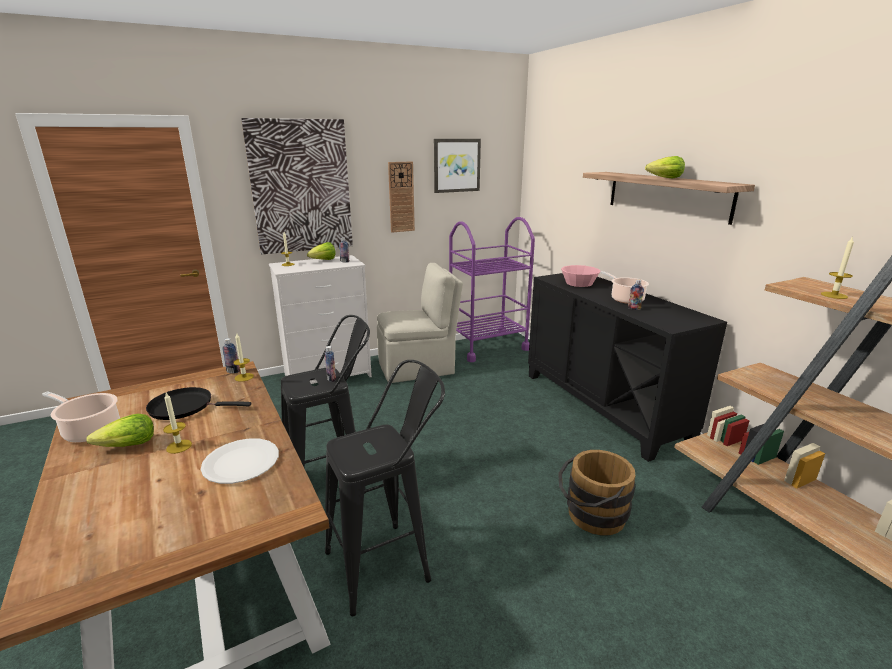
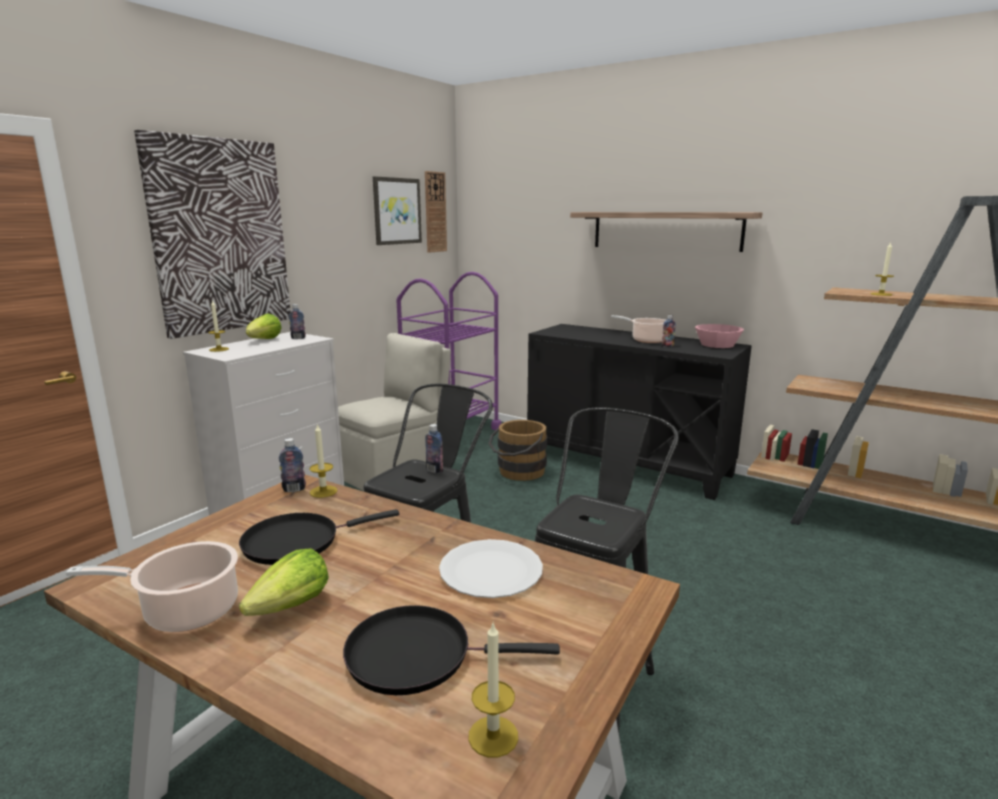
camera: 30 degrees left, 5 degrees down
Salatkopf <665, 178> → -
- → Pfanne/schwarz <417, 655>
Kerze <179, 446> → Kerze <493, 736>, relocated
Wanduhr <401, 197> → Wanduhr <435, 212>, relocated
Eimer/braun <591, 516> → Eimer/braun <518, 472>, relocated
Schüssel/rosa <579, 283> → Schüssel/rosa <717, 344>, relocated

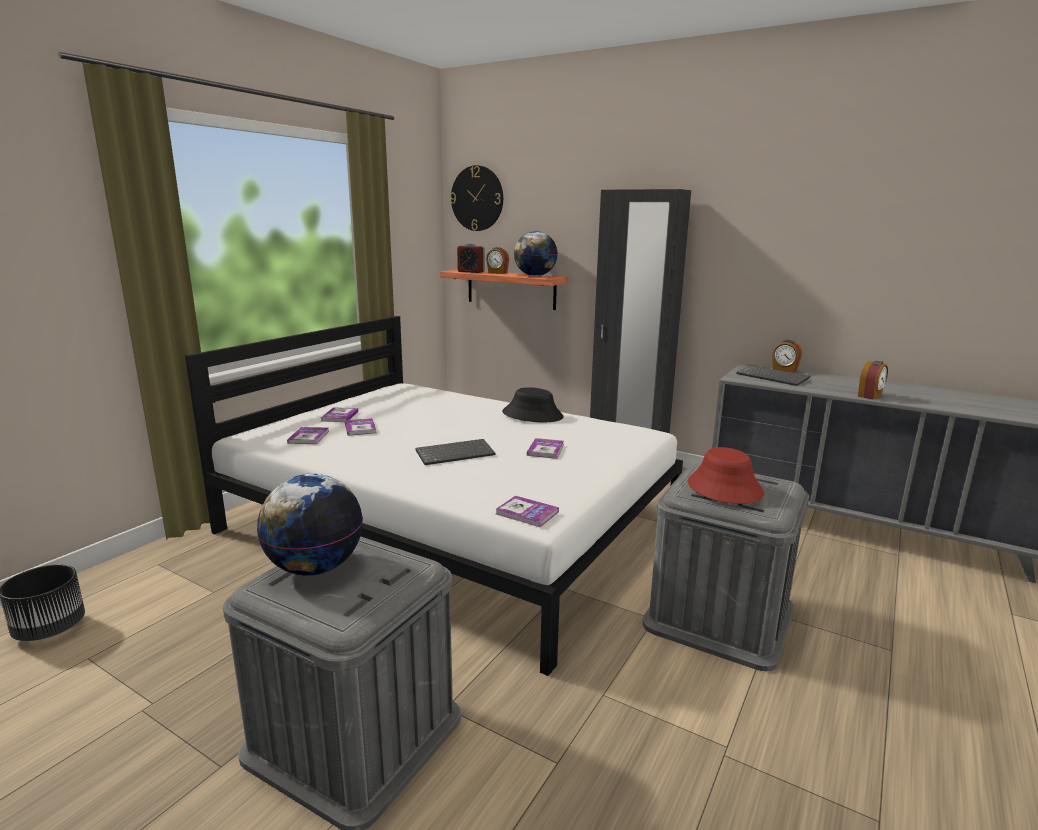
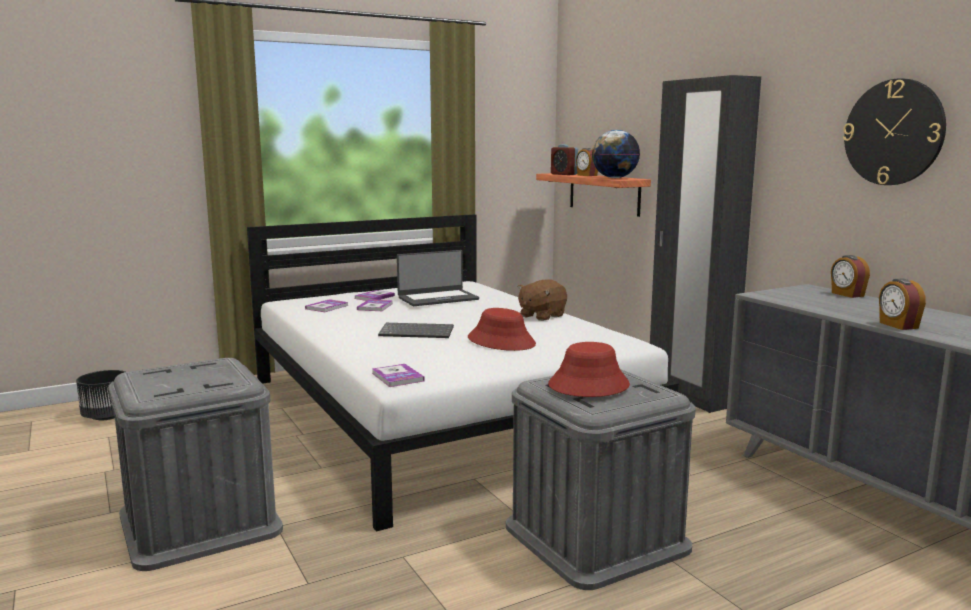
camera: 30 degrees right, 5 degrees down
Globus <315, 567> → -
Tastatur <773, 377> → -
- → Laptop <437, 298>
Wanduhr <477, 198> → Wanduhr <893, 132>, relocated
Hut/schwarz <532, 415> → Plüschtier/braun <541, 316>
Buch <545, 450> → Hut/rot <501, 341>
Wecker <870, 396> → Wecker <898, 325>, 90 degrees clockwise

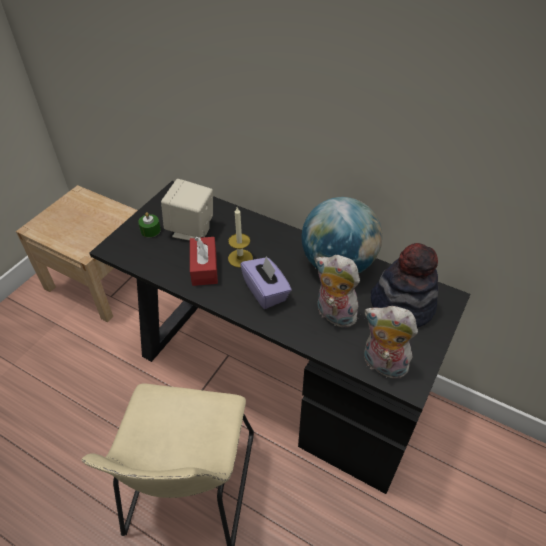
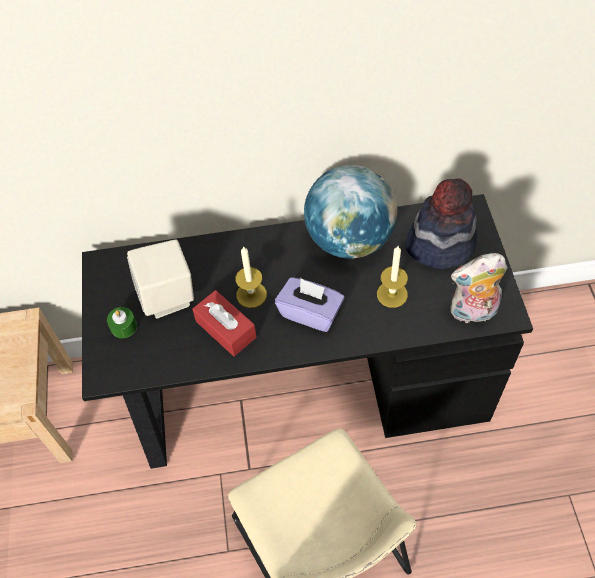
camera: 35 degrees left, 10 degrees up
Plüschtier <333, 315> → Kerze <392, 294>

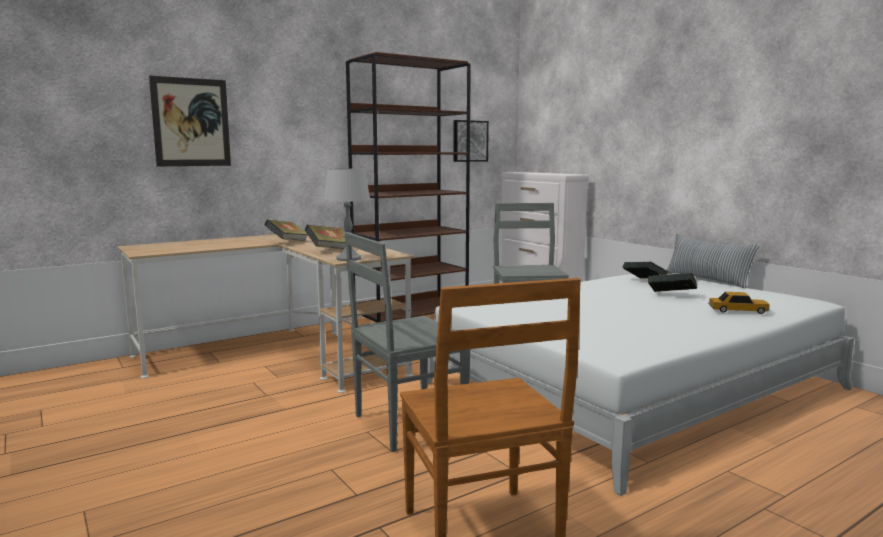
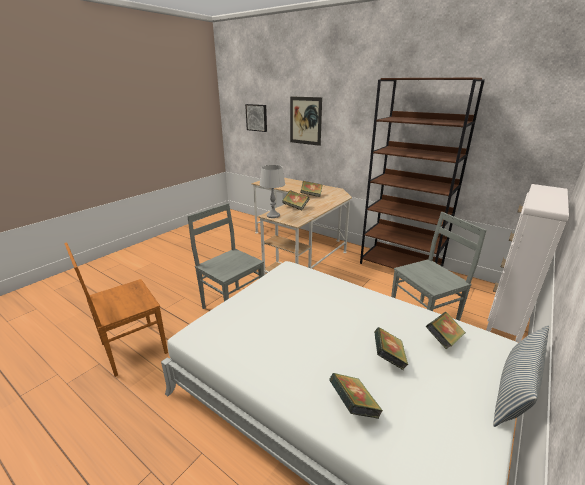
camera: 70 degrees right, 15 degrees up
Bild <469, 141> → Bild <257, 117>, relocated
Spielzeugauto <738, 310> → Buch <353, 406>

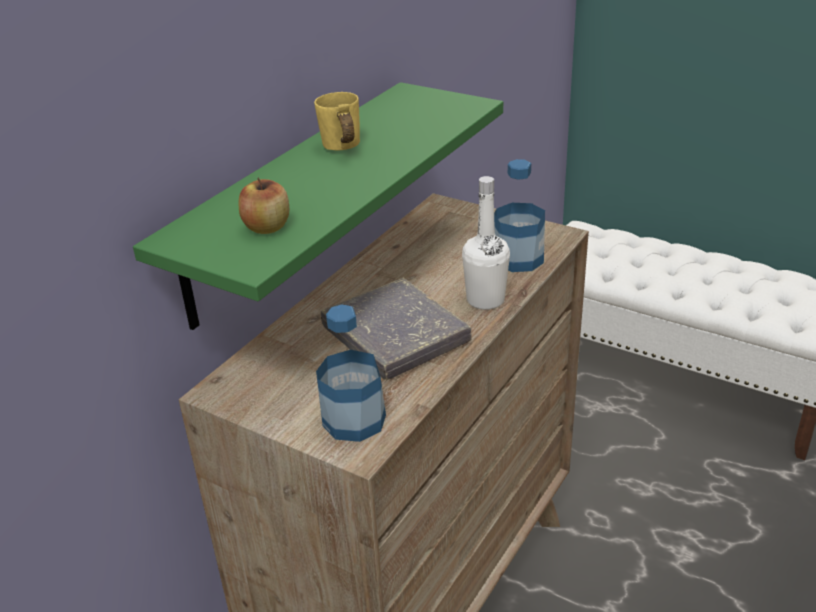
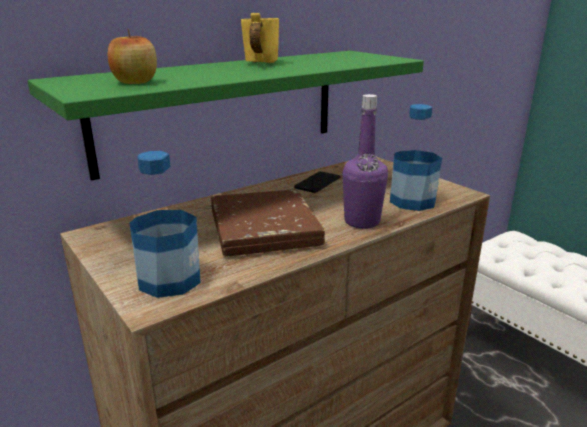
camera: 20 degrees right, 10 degrees down
- → Handy <317, 183>
Buch/grau <395, 335> → Buch/braun <264, 229>
Flasche/weiß <485, 300> → Flasche/lila <362, 222>

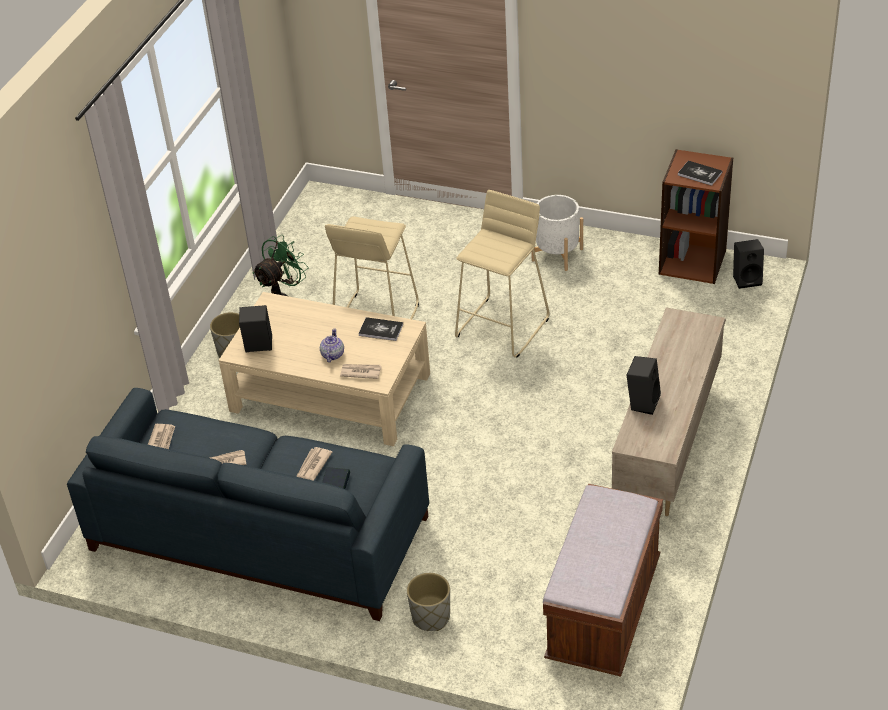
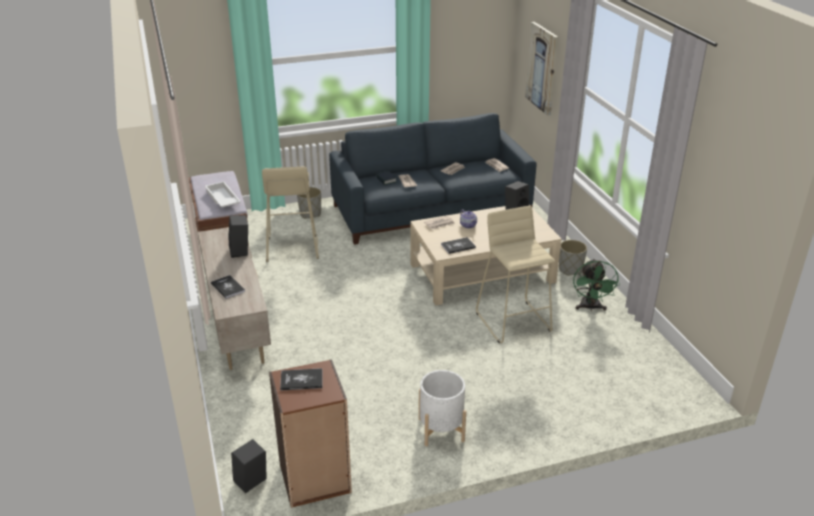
camera: 140 degrees right, 10 degrees down
- → Tablett/weiß <222, 199>
- → Buch <228, 287>
- → Bild <542, 68>
Hocker/beige <502, 327> → Hocker/beige <292, 248>, relocated

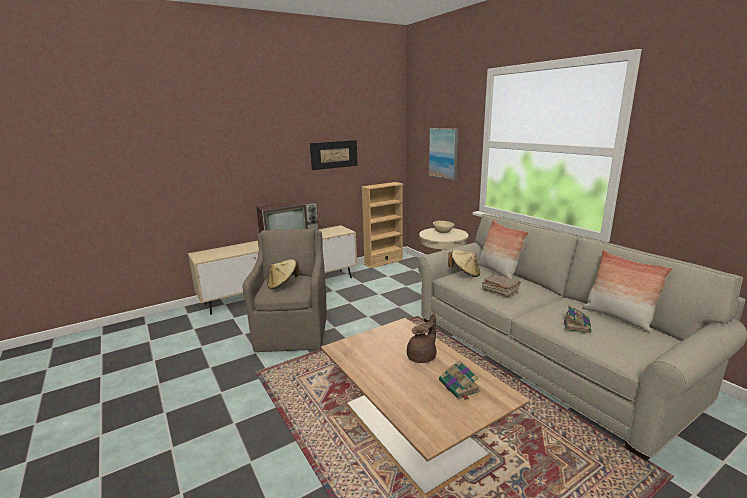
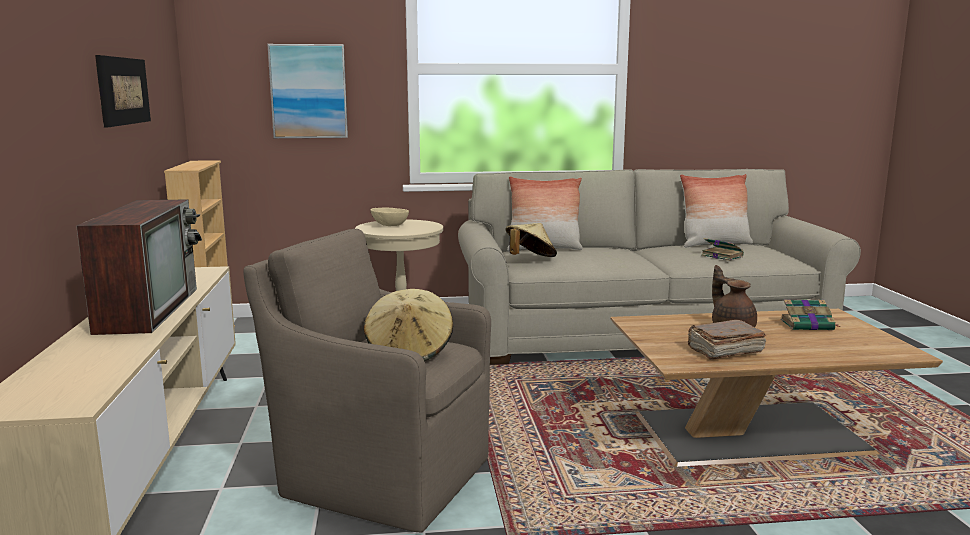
camera: 65 degrees left, 5 degrees down
Buch/braun <500, 291> → Buch/braun <724, 351>, relocated

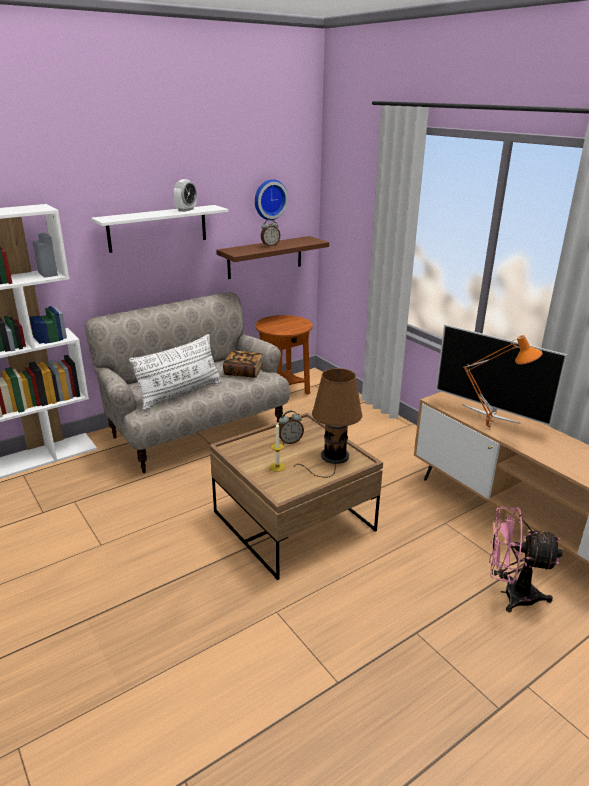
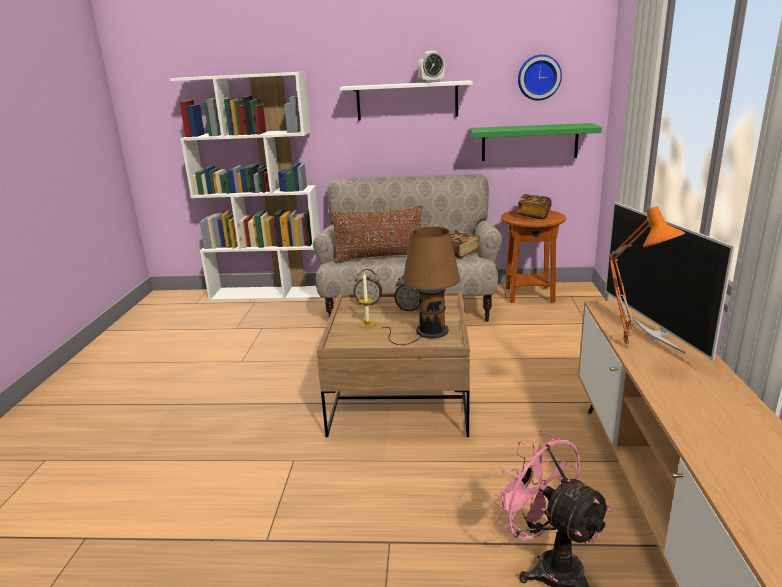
camera: 40 degrees right, 5 degrees down
- → Buch <533, 215>
Wecker <270, 245> → Wecker <368, 303>, relocated
Kissen/weiß <180, 393> → Kissen/braun <380, 257>
Wandregal/braun <265, 257> → Wandregal/grün <529, 142>

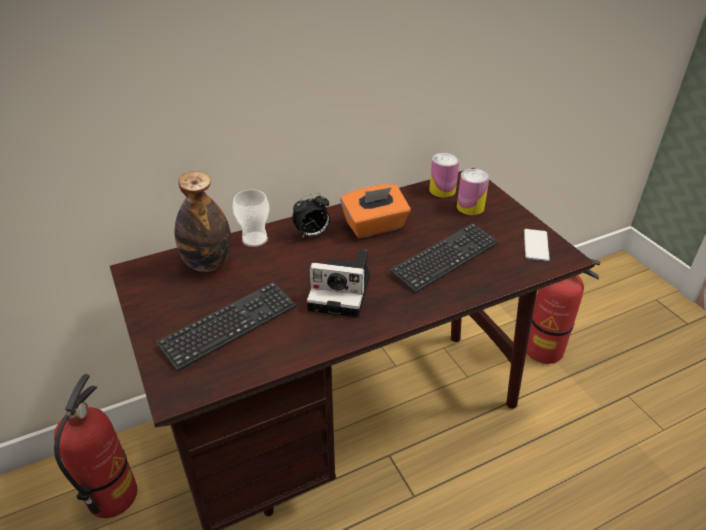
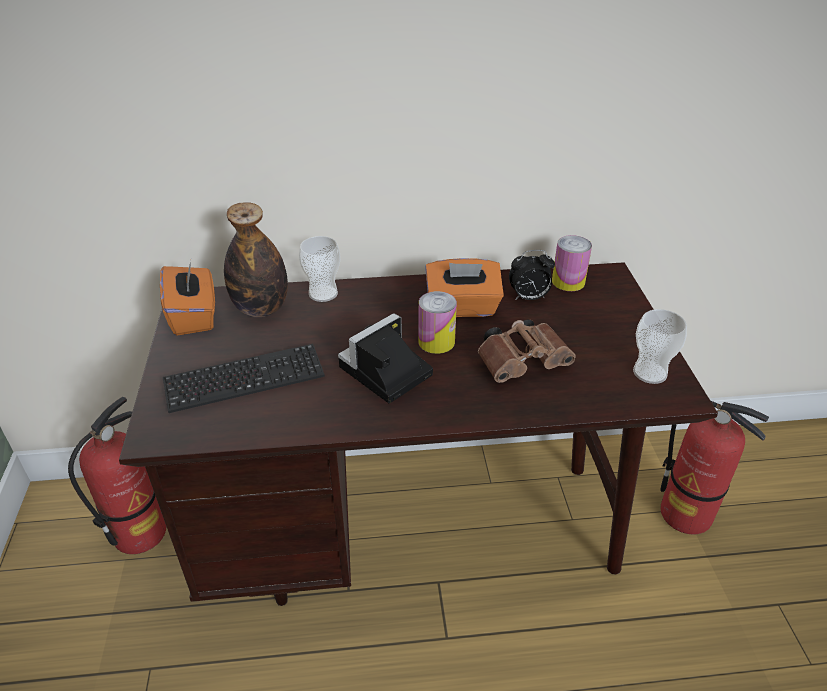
camera: 20 degrees right, 0 degrees up
- → Taschentuchbox/orange <194, 316>
Wecker <312, 234> → Wecker <528, 298>, relocated
Dose <470, 207> → Dose <436, 342>, relocated
Tastatur <445, 259> → Fernglas/braun <524, 363>
Handy <536, 245> → Tasse <650, 373>
Kamera <342, 292> → Kamera <384, 373>, 105 degrees clockwise

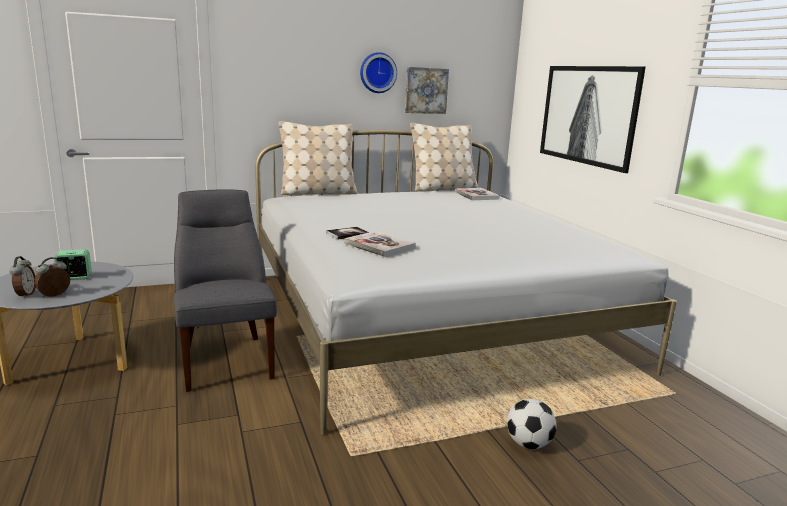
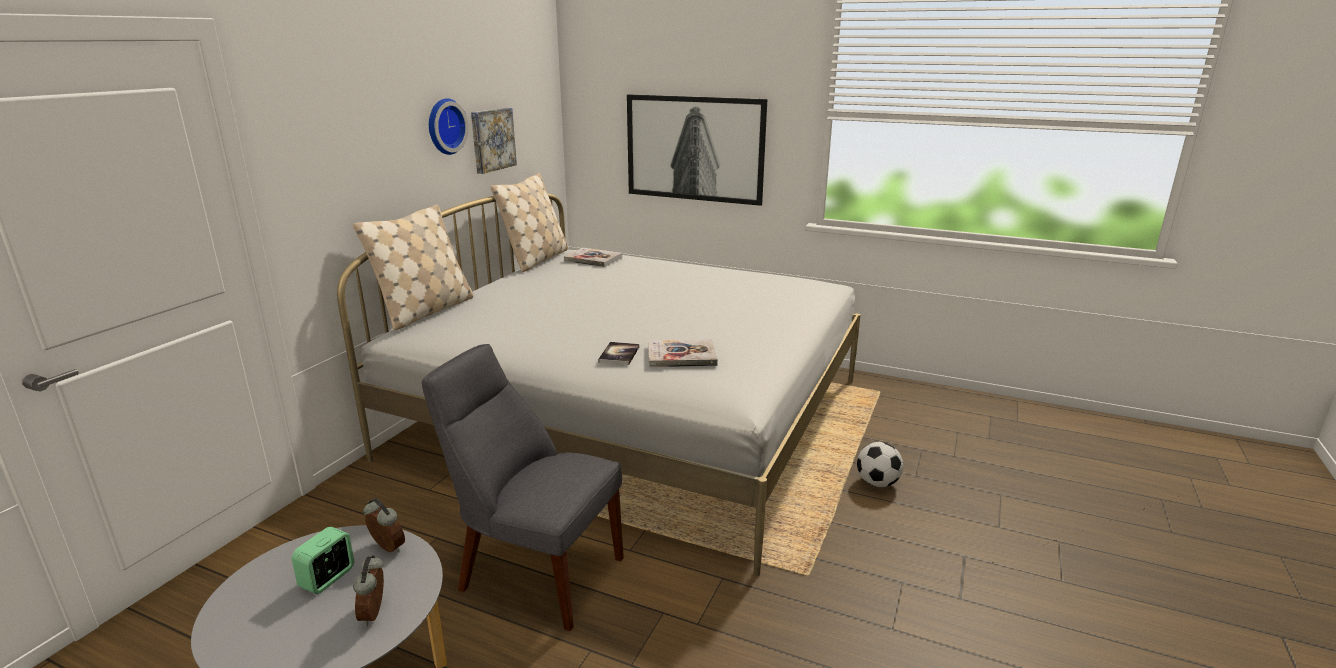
camera: 45 degrees left, 5 degrees up
Wecker <25, 295> → Wecker <387, 549>, relocated

